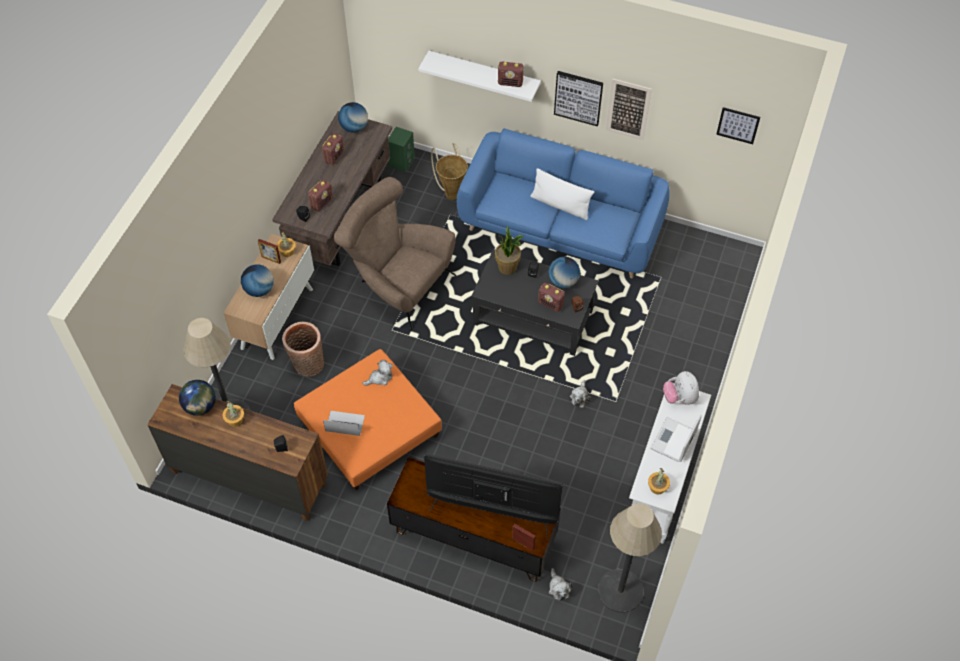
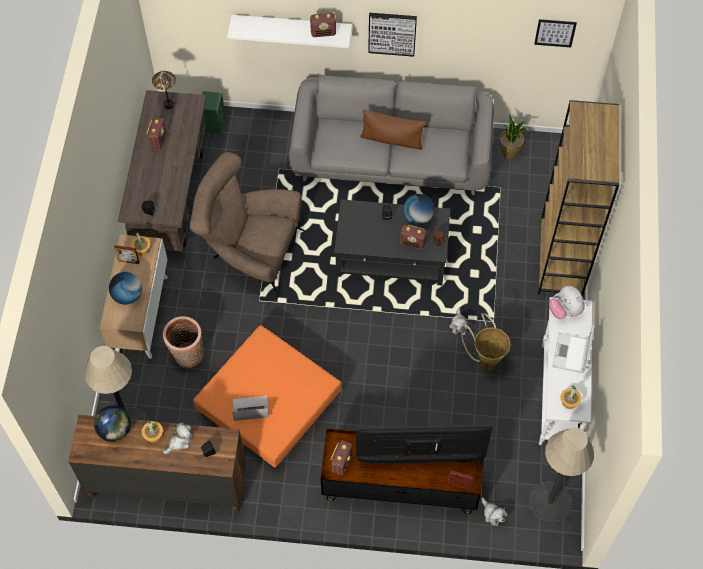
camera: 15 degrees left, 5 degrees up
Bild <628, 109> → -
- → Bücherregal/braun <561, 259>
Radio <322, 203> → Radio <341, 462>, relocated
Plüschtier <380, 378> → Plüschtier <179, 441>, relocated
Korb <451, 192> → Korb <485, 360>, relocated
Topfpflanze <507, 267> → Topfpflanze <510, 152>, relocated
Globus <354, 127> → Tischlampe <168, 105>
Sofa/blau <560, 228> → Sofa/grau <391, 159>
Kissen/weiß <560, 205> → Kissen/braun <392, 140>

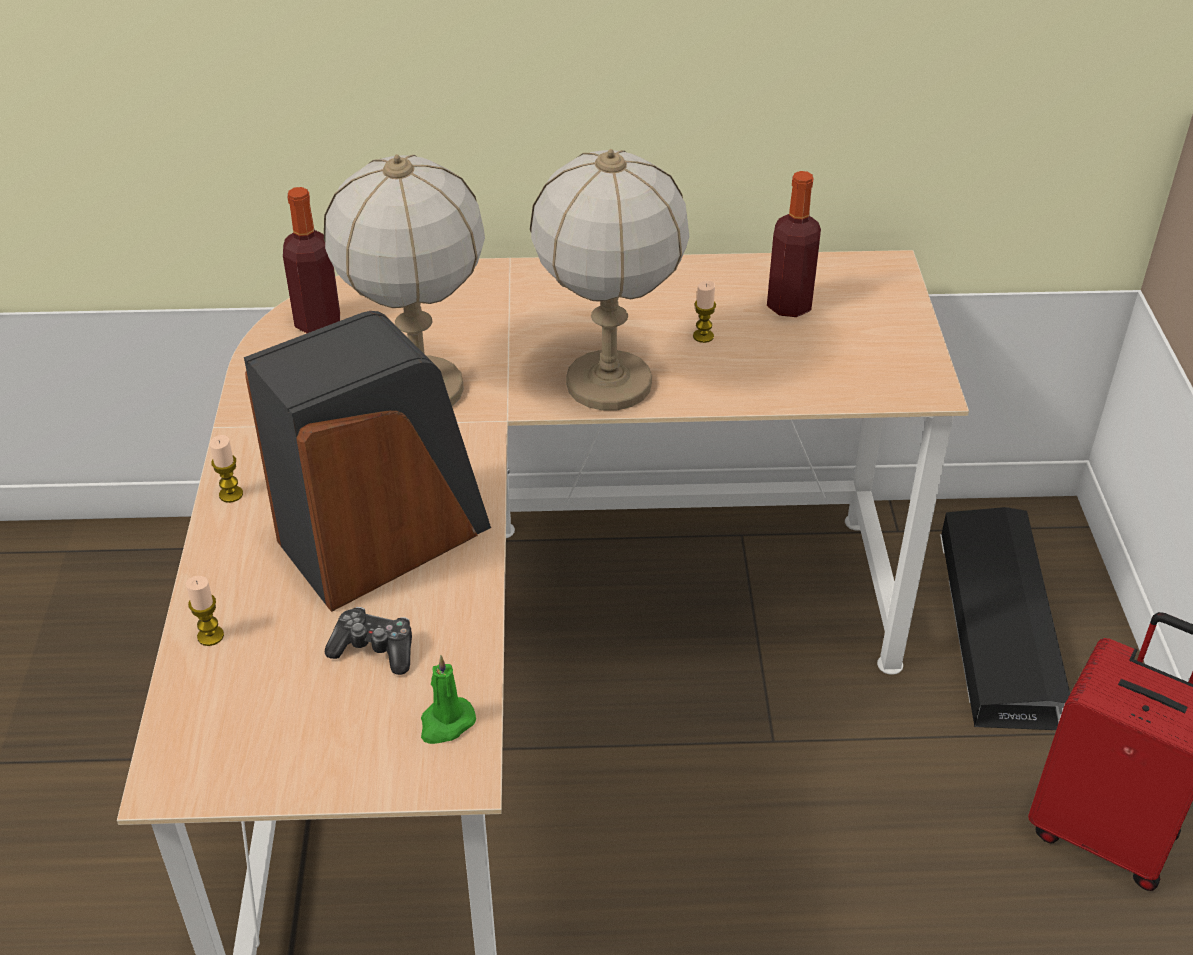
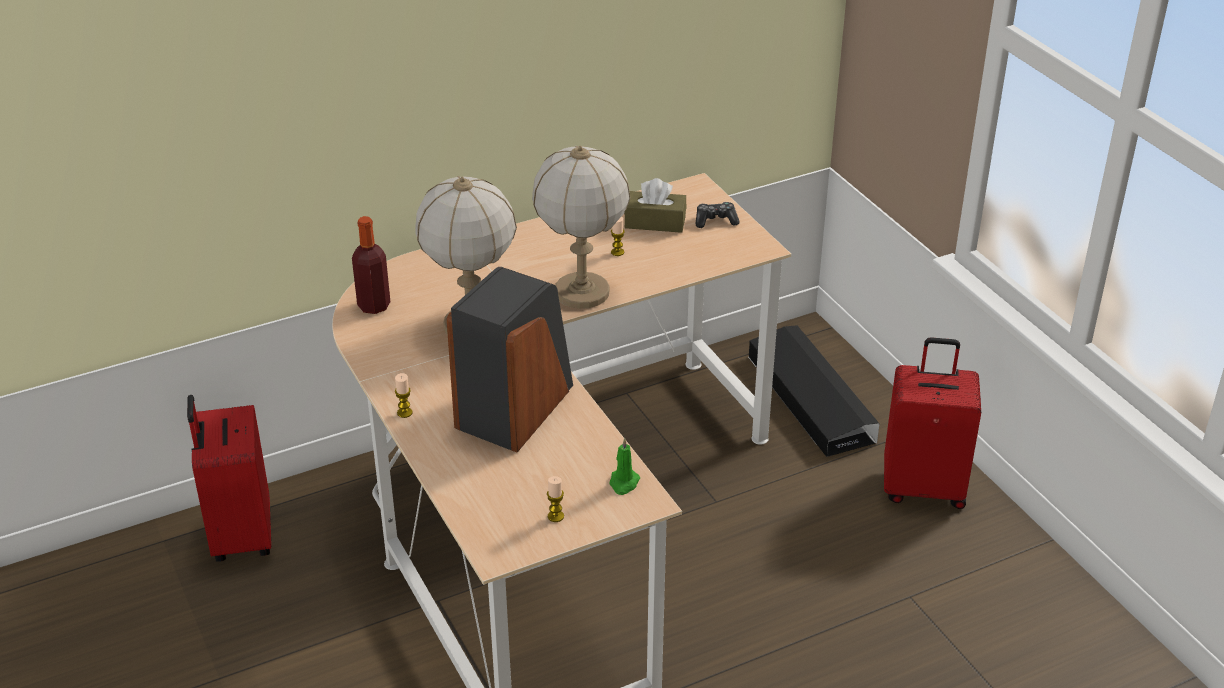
camera: 25 degrees left, 5 degrees down
- → Koffer/rot <240, 536>
Kerze <210, 636> → Kerze <555, 516>, relocated
Gamepad <374, 649> → Gamepad <715, 220>, relocated
Flasche <789, 305> → Taschentuchbox/braun <655, 222>

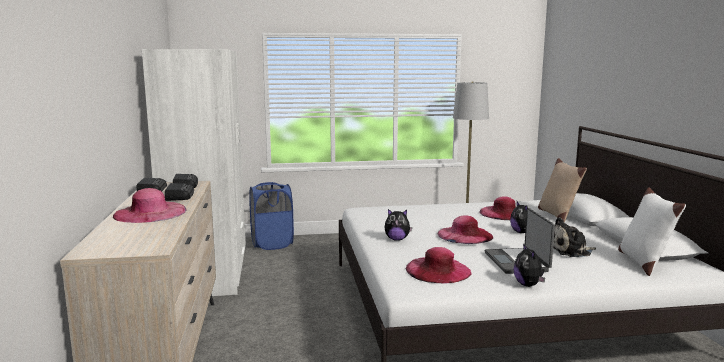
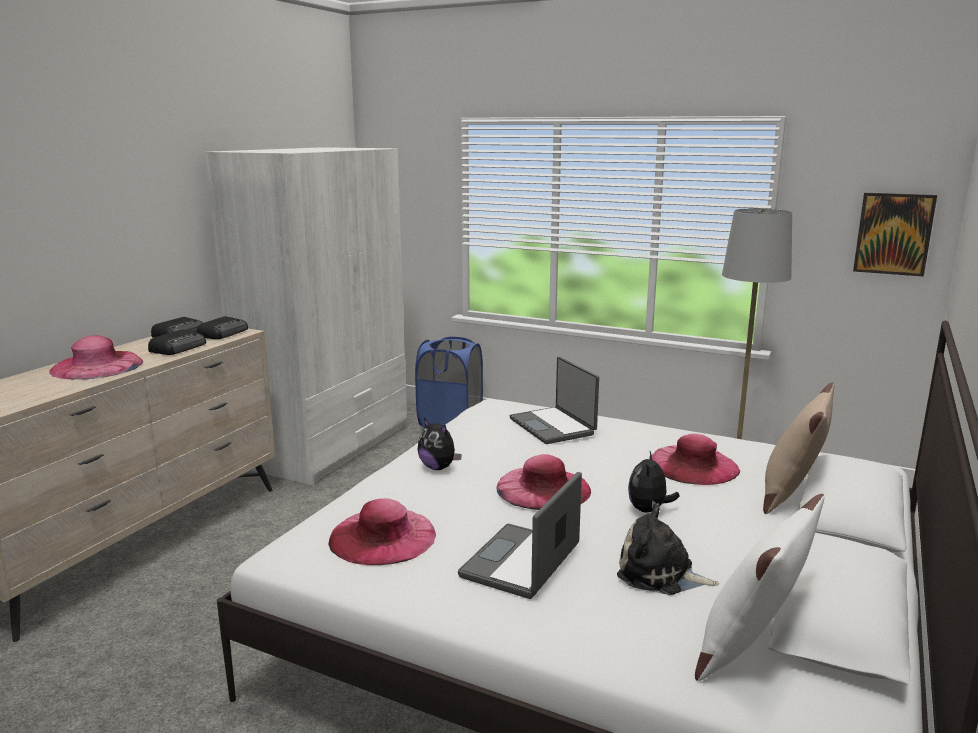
camera: 35 degrees right, 5 degrees up
Plüschtier <528, 285> → -
- → Laptop <553, 426>
- → Bild <893, 234>

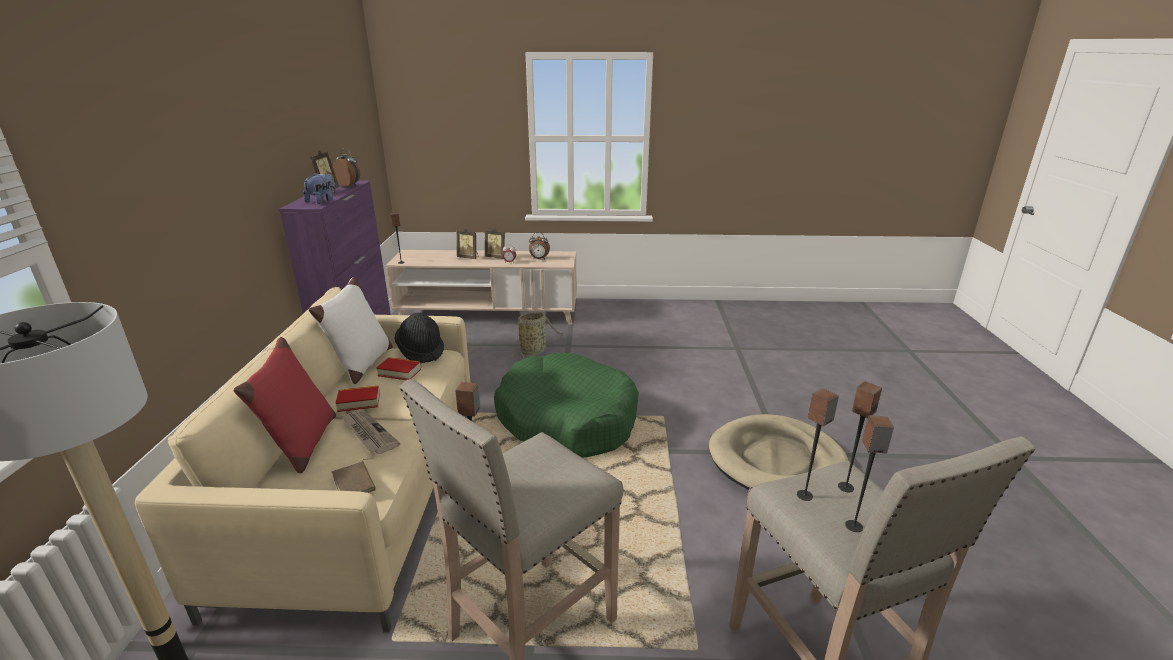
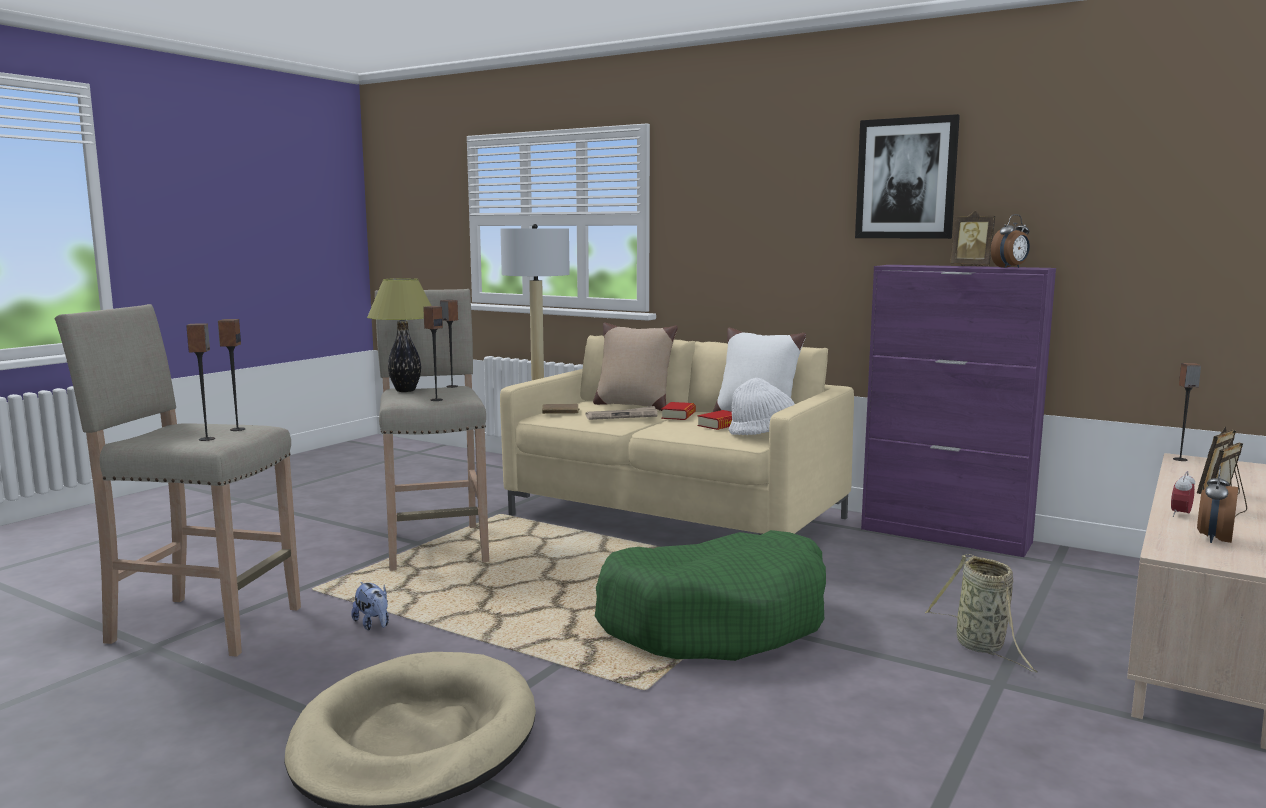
camera: 120 degrees right, 15 degrees down
- → Tischlampe <406, 390>
- → Bild <906, 178>
Plüschtier <322, 201> → Plüschtier <373, 625>, relocated
Lautsprecher <854, 526> → Lautsprecher <436, 400>, relocated
Kissen/rot <302, 445> → Kissen/beige <633, 406>
Hut/schwarz <421, 351> → Hut/weiß <763, 433>

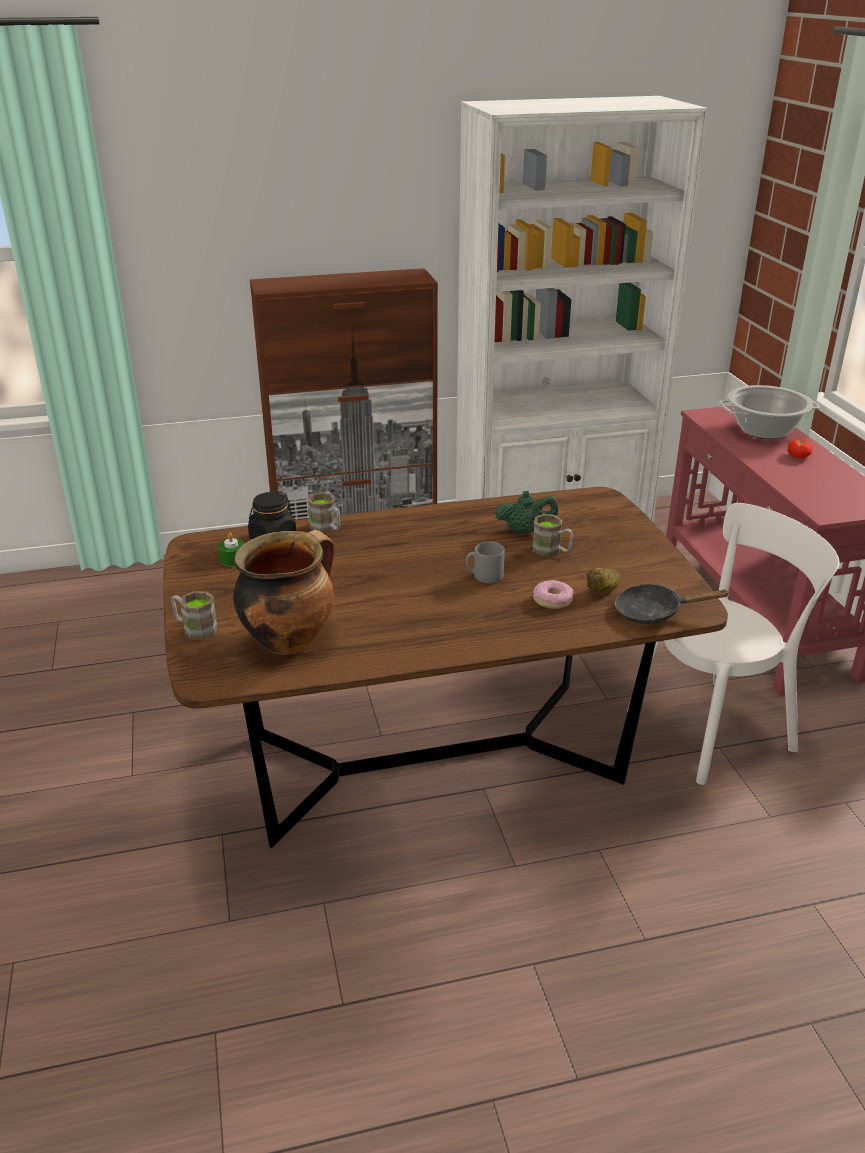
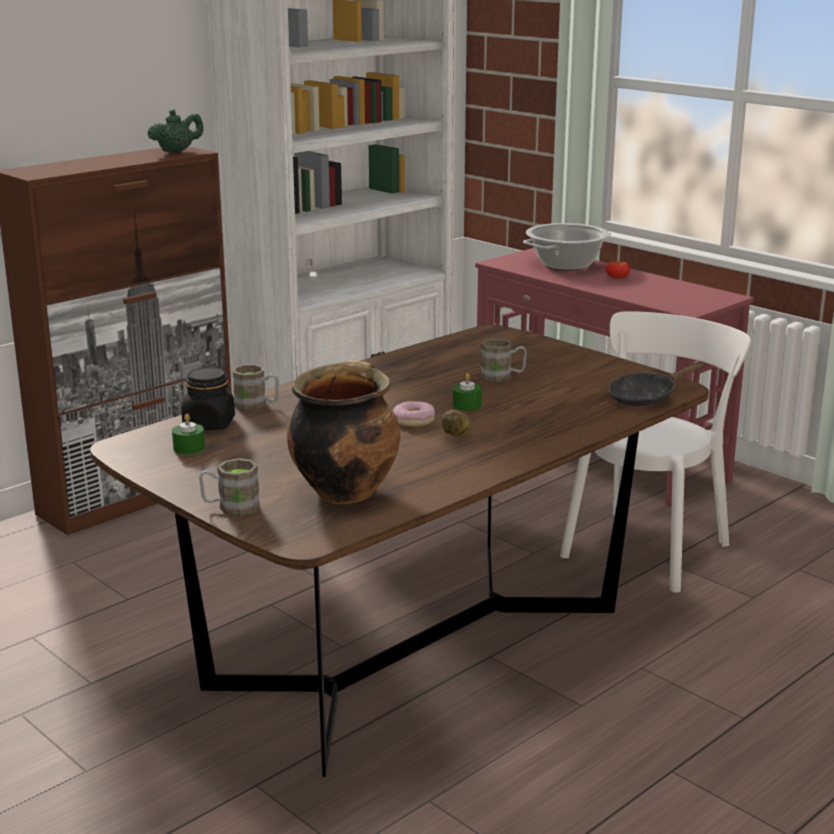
camera: 30 degrees left, 10 degrees down
Teekanne/grün <525, 531> → Teekanne/grün <176, 151>, relocated
Donut <552, 600> → Donut <414, 420>, relocated
Kartoffel <603, 589> → Kartoffel <457, 435>, relocated
Henkelbecher/grau <484, 576> → Kerze/grün <466, 405>

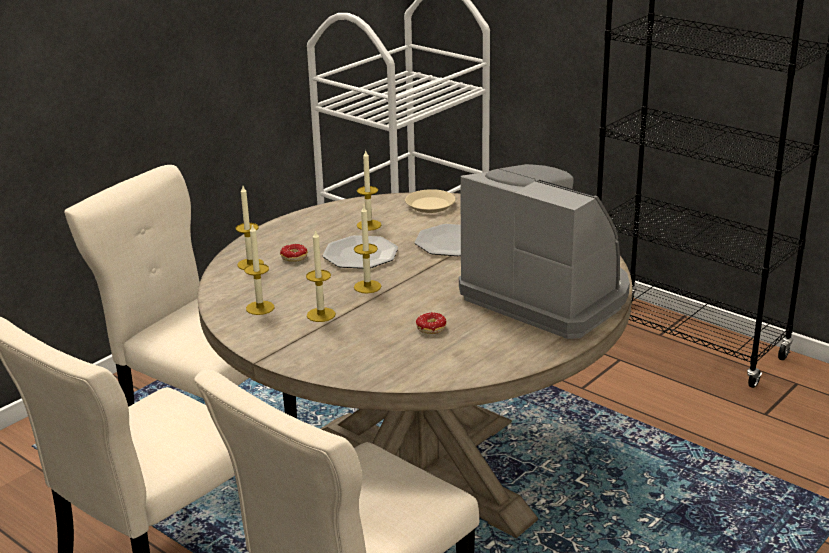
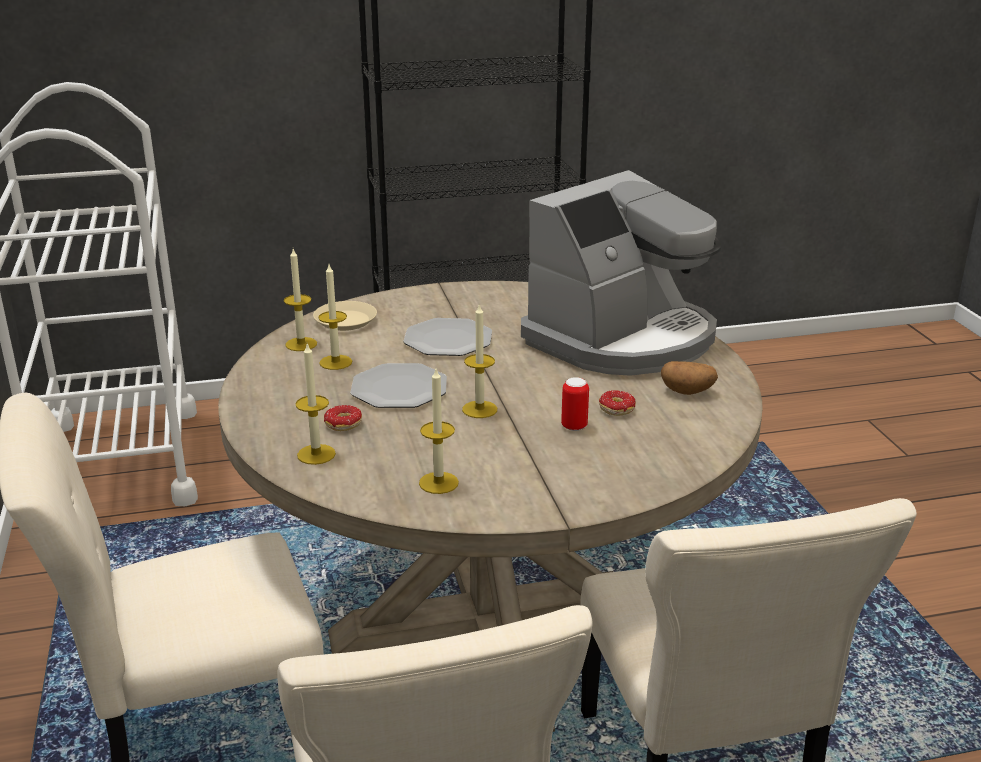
camera: 55 degrees left, 0 degrees up
- → Dose <574, 426>
- → Kartoffel <687, 391>
Kerze <321, 315> → Kerze <301, 344>, relocated
Kaffeemaschine <548, 295> → Kaffeemaschine <623, 339>, 150 degrees clockwise

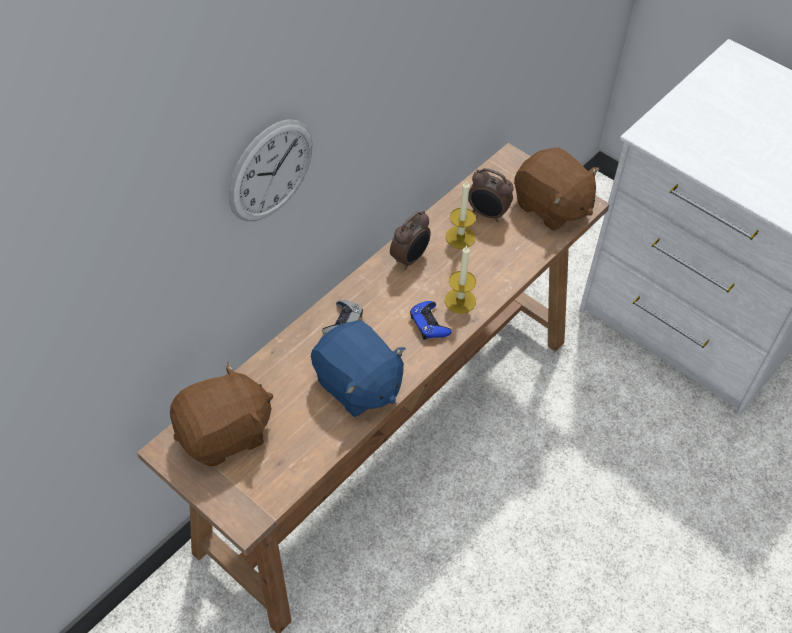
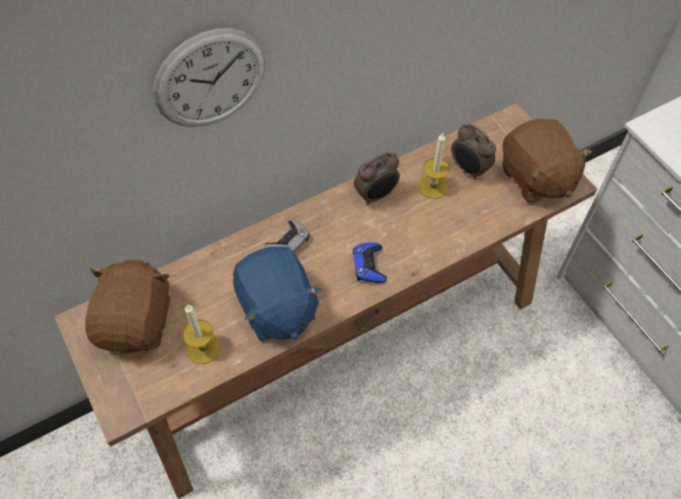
camera: 20 degrees right, 5 degrees up
Kerze <460, 301> → Kerze <203, 347>, relocated
Plüschtier/braun <225, 434> → Plüschtier/braun <137, 322>, 75 degrees counterclockwise

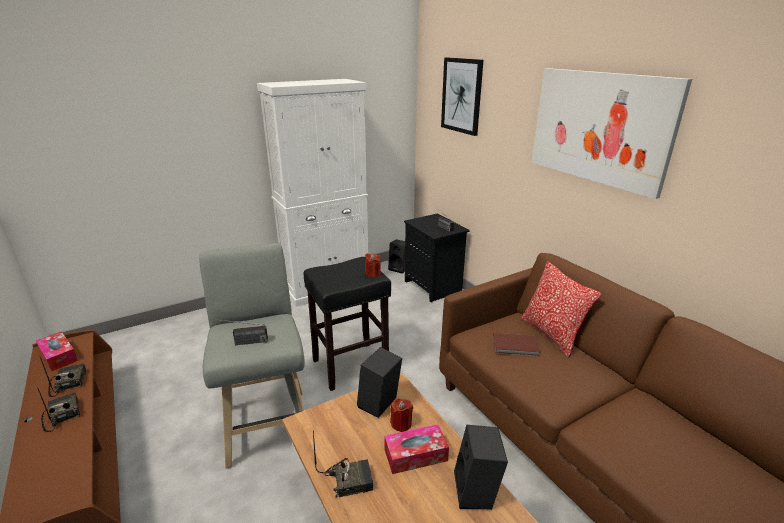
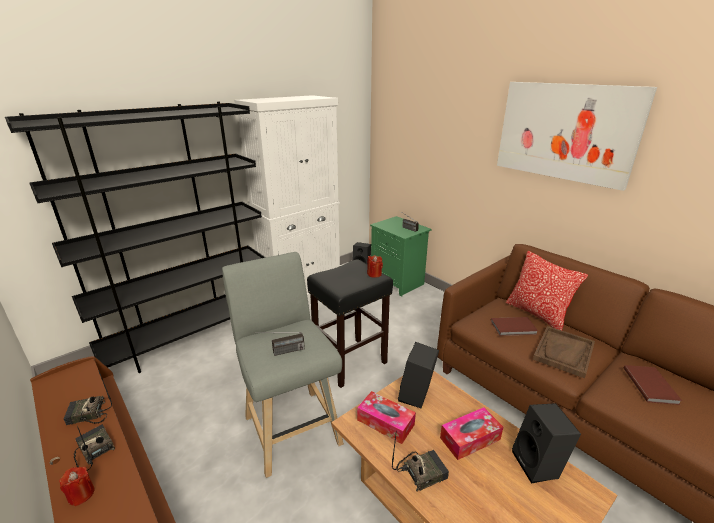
camera: 10 degrees left, 0 degrees up
Bild <461, 95> → -
- → Bücherregal/schwarz <192, 336>
- → Tablett/braun <563, 352>
- → Buch/braun <651, 385>
Taschentuchbox <59, 356> → Taschentuchbox <385, 422>, relocated
Kerze/rot <401, 424> → Kerze/rot <81, 494>, relocated
Nachttisch/schwarz <434, 287> → Nachttisch/grün <398, 282>
Radio <68, 383> → Radio <87, 415>, 75 degrees counterclockwise

